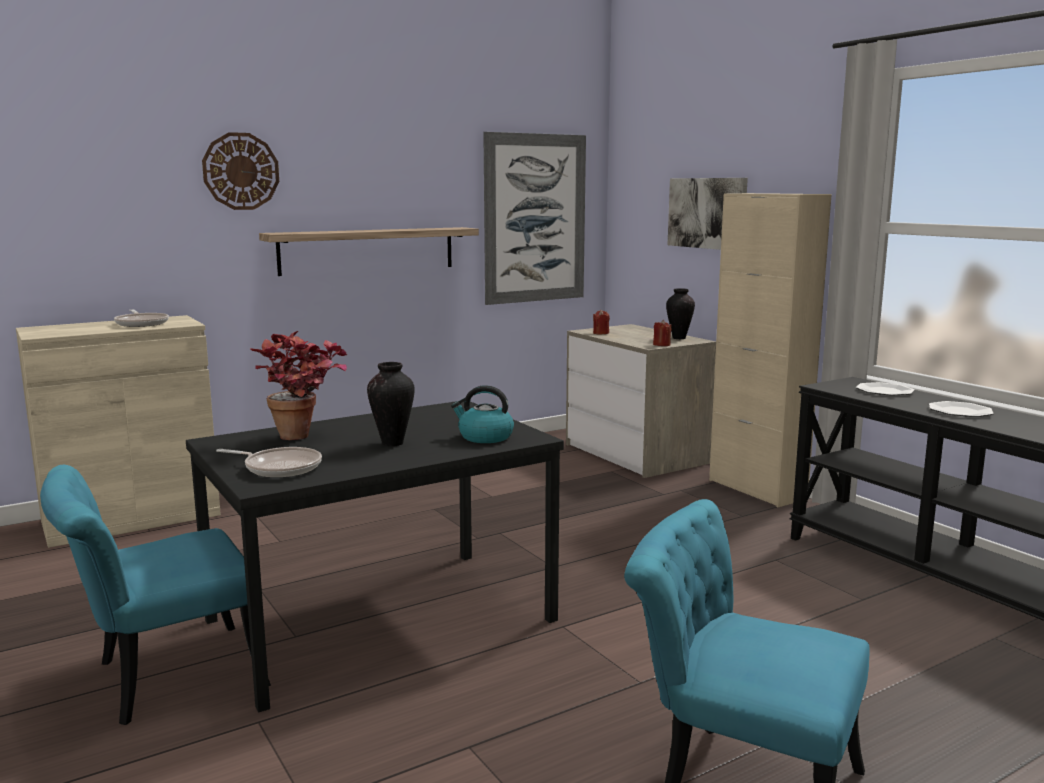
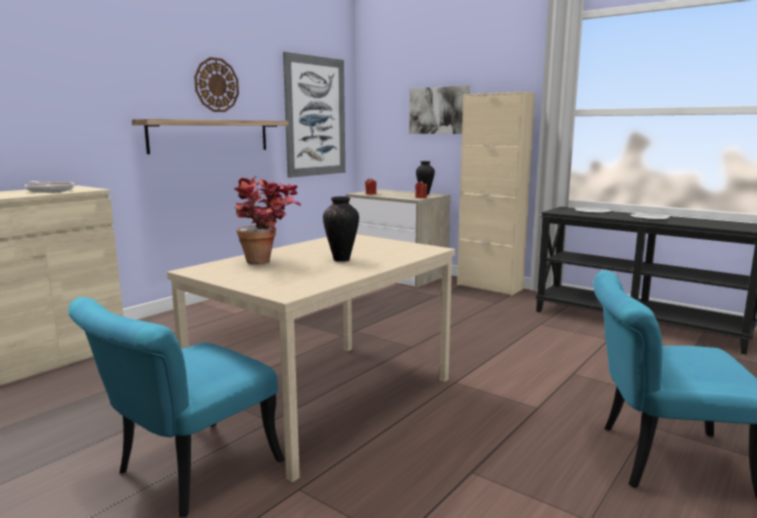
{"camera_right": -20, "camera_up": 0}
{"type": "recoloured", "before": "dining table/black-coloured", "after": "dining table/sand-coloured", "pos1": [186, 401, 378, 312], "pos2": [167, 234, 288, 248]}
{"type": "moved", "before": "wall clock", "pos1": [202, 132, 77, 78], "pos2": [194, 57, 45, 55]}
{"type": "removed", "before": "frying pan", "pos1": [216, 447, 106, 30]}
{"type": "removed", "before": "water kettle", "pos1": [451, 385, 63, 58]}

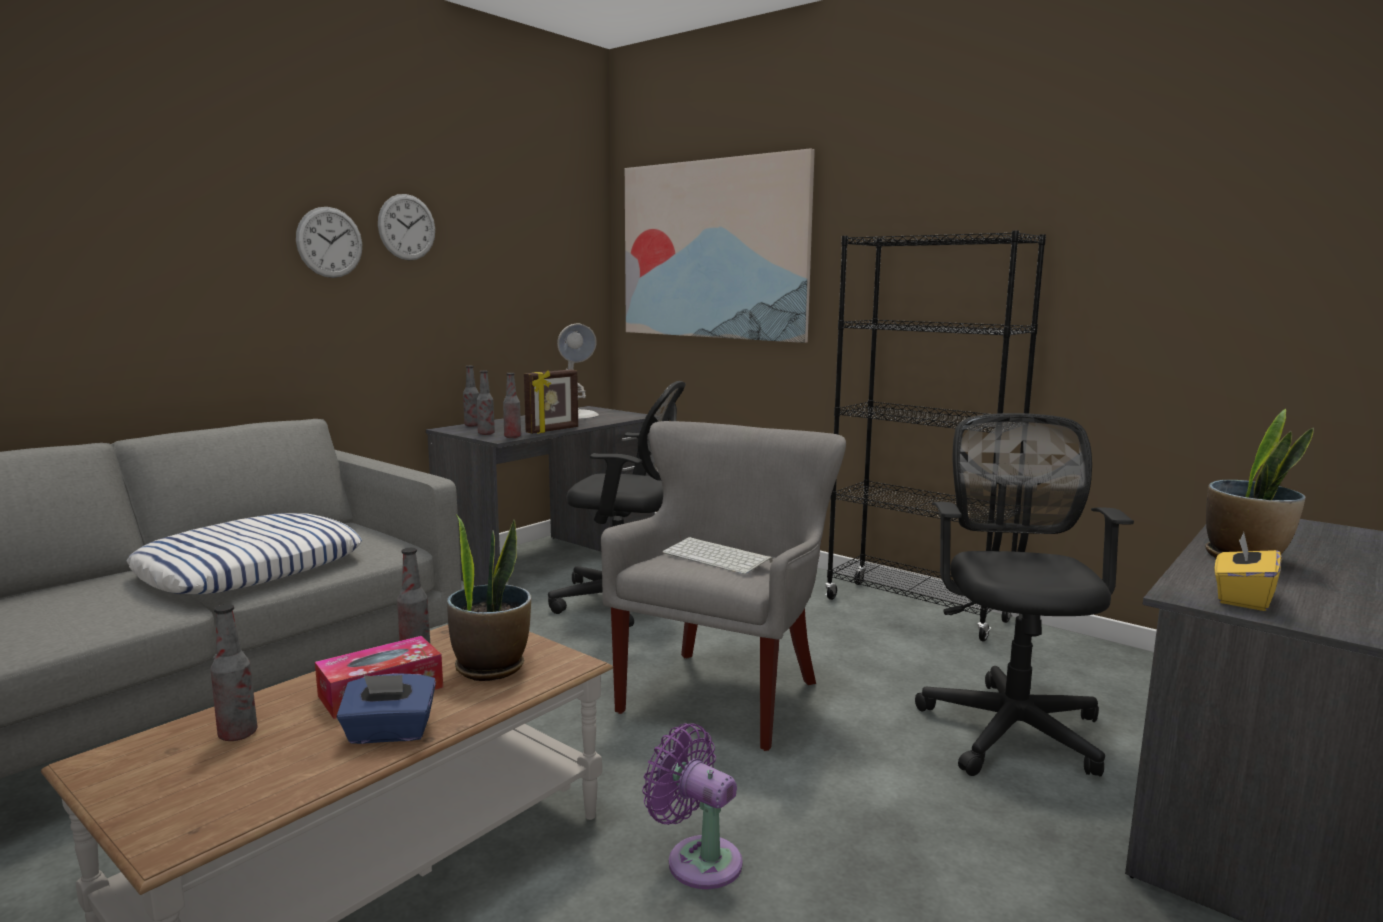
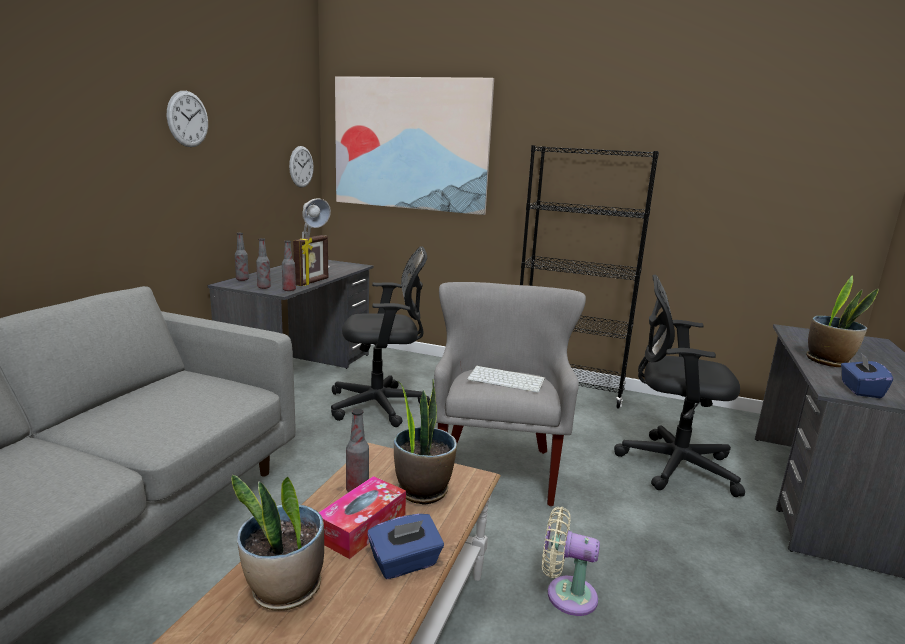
{"camera_right": -20, "camera_up": 5}
{"type": "removed", "before": "cushion", "pos1": [127, 513, 235, 81]}
{"type": "replaced", "before": "bottle", "after": "plant in a pot", "pos1": [210, 604, 47, 137], "pos2": [231, 475, 93, 136]}
{"type": "moved", "before": "wall clock", "pos1": [296, 207, 66, 71], "pos2": [289, 146, 25, 42]}
{"type": "recoloured", "before": "cooling fan/purple", "after": "cooling fan/sand-coloured", "pos1": [642, 723, 101, 166], "pos2": [542, 507, 58, 109]}
{"type": "turned", "before": "desk chair/black-coloured", "pos1": [915, 413, 219, 363], "pos2": [614, 275, 131, 222], "turn": -60}
{"type": "recoloured", "before": "box of tissues/yellow-coloured", "after": "box of tissues/blue", "pos1": [1214, 532, 67, 79], "pos2": [841, 353, 52, 45]}

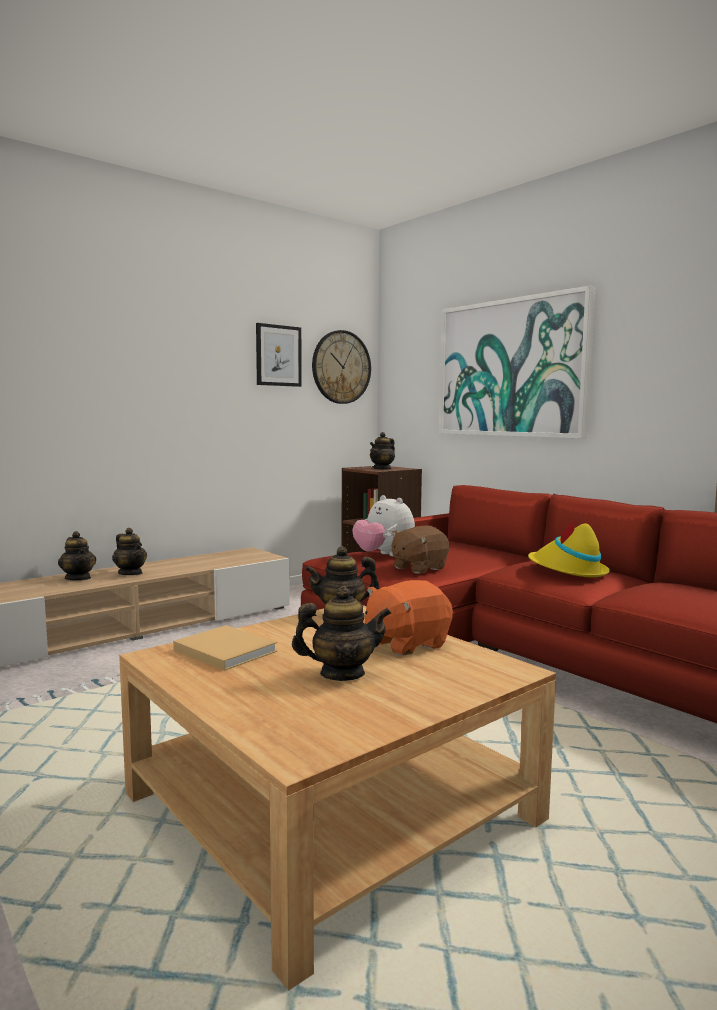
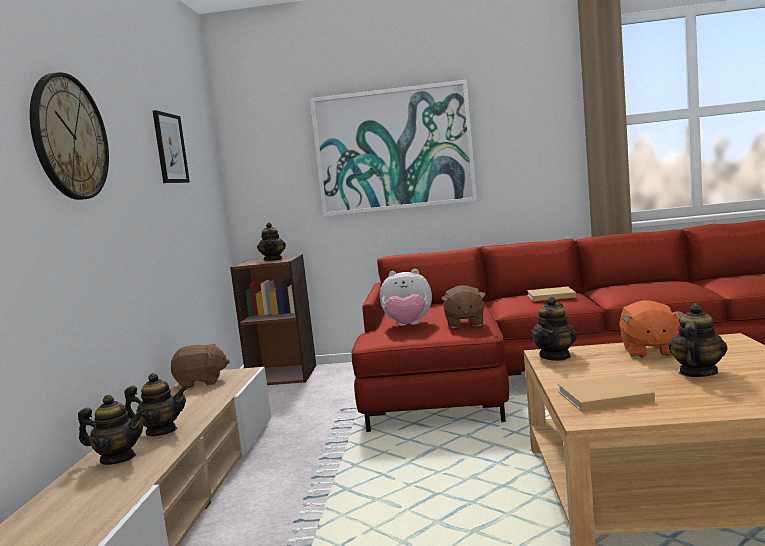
{"camera_right": -45, "camera_up": 0}
{"type": "moved", "before": "wall clock", "pos1": [312, 330, 59, 74], "pos2": [30, 72, 79, 128]}
{"type": "replaced", "before": "hat/yellow-coloured", "after": "bound book/sand-coloured", "pos1": [528, 519, 82, 58], "pos2": [527, 286, 49, 15]}
{"type": "added", "after": "plush toy/brown", "pos2": [171, 344, 59, 44]}

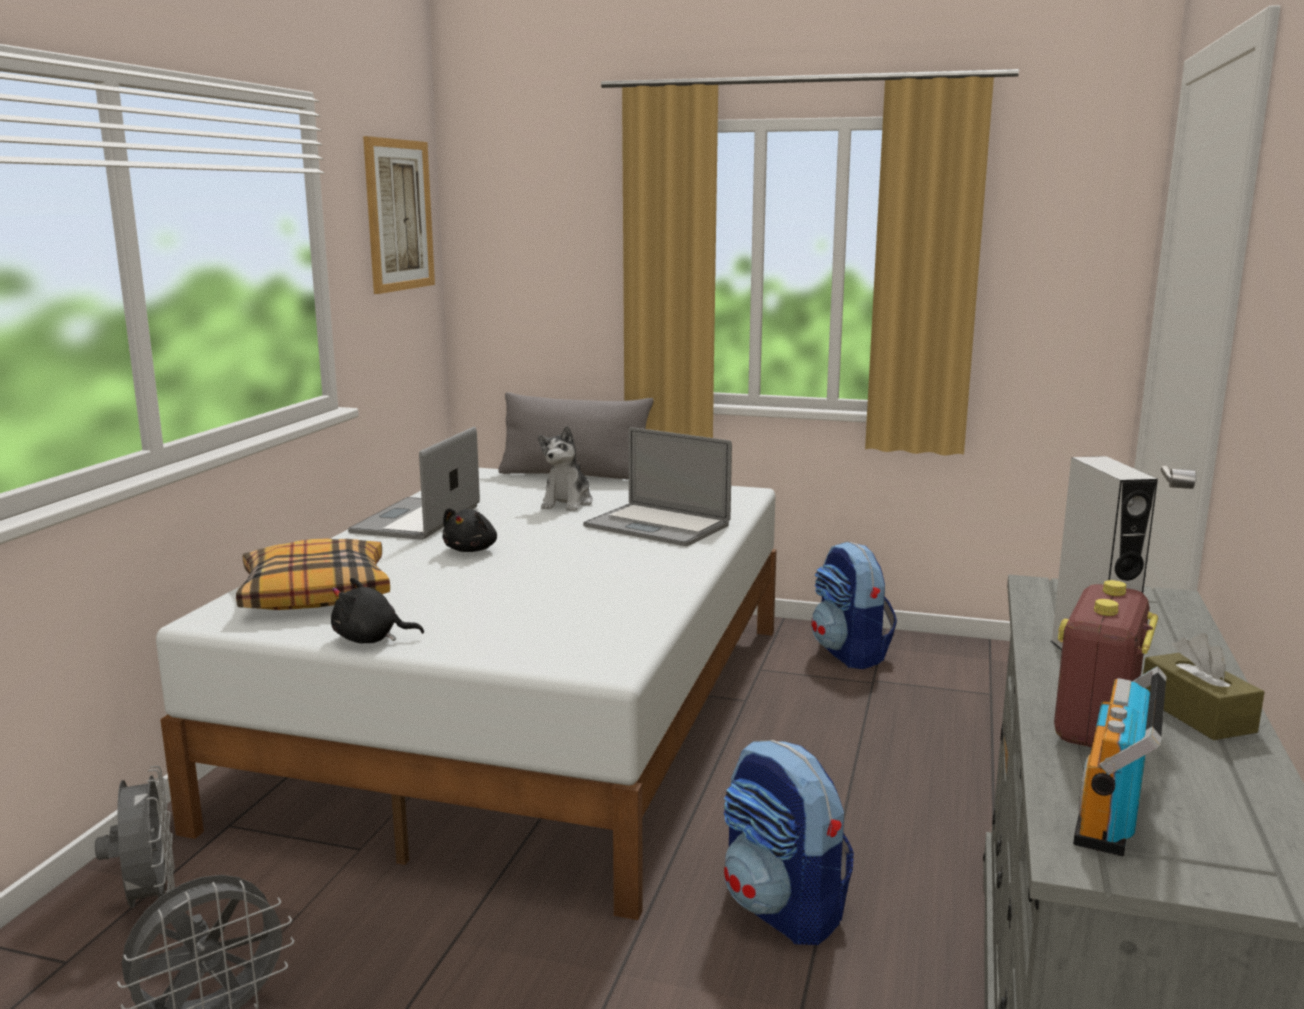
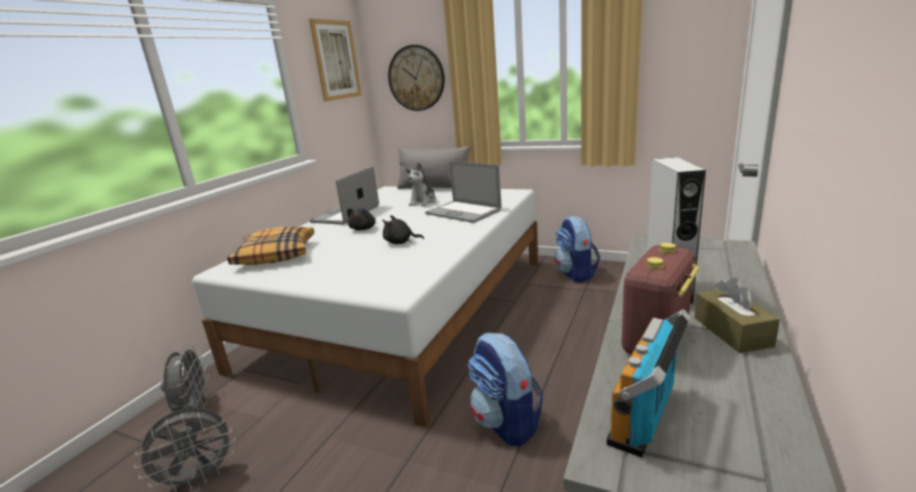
{"camera_right": 10, "camera_up": 5}
{"type": "moved", "before": "plush toy/black-coloured", "pos1": [331, 578, 93, 65], "pos2": [382, 215, 42, 29]}
{"type": "added", "after": "wall clock", "pos2": [388, 45, 57, 66]}

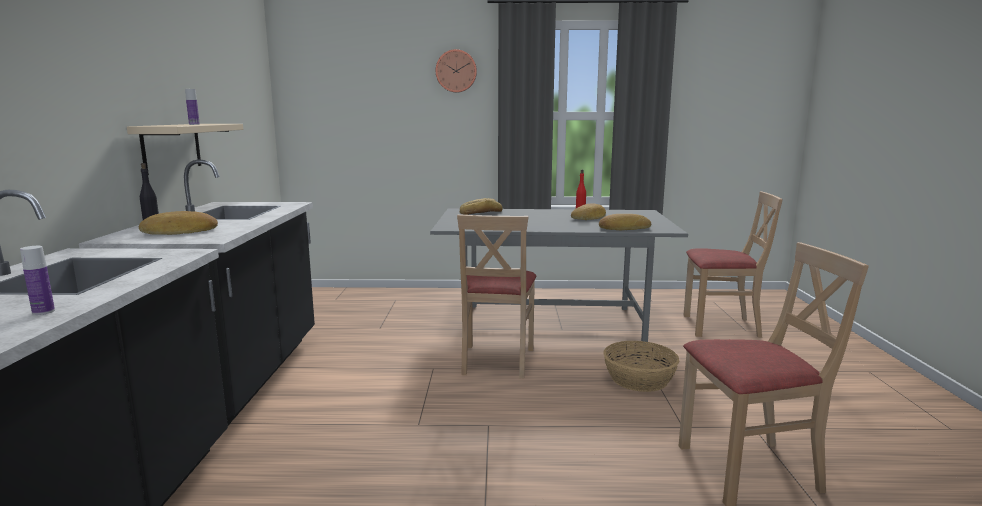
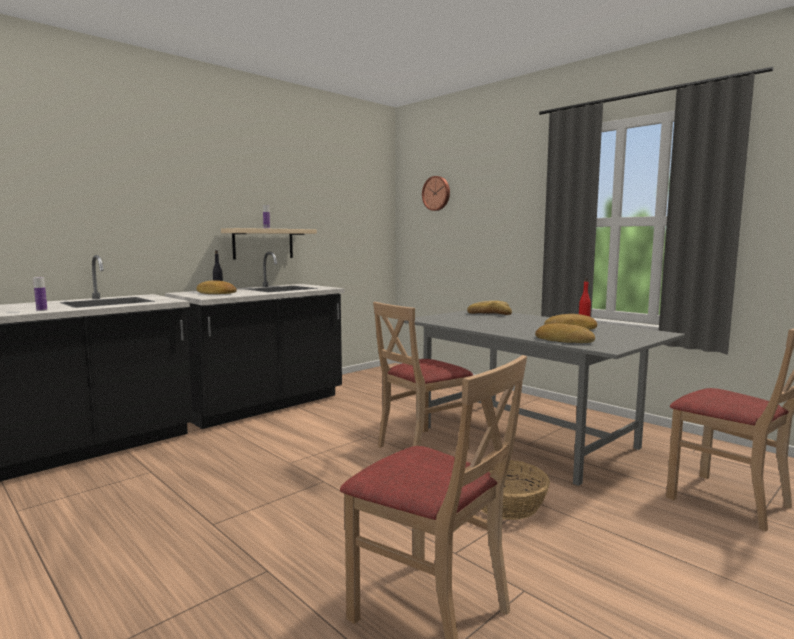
{"camera_right": 45, "camera_up": -5}
{"type": "moved", "before": "wall clock", "pos1": [436, 49, 41, 44], "pos2": [422, 176, 28, 35]}

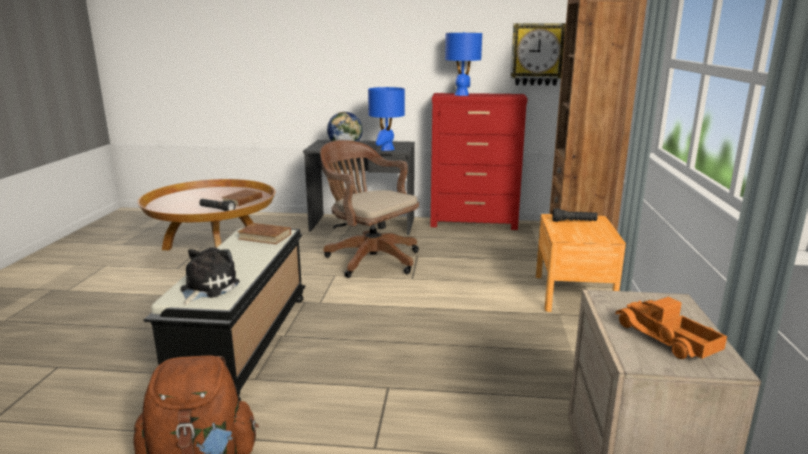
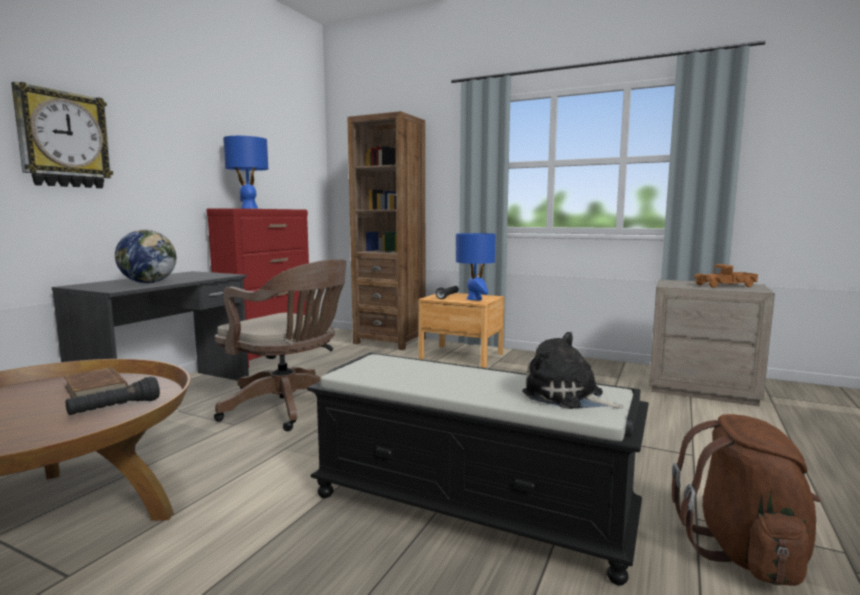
{"camera_right": -70, "camera_up": -10}
{"type": "removed", "before": "bound book/brown", "pos1": [237, 223, 54, 21]}
{"type": "turned", "before": "desk chair/brown", "pos1": [320, 140, 99, 138], "pos2": [214, 259, 132, 172], "turn": -120}
{"type": "moved", "before": "tabletop lamp/blue", "pos1": [368, 87, 37, 64], "pos2": [456, 233, 40, 67]}
{"type": "moved", "before": "wall clock", "pos1": [510, 23, 56, 63], "pos2": [11, 82, 102, 106]}

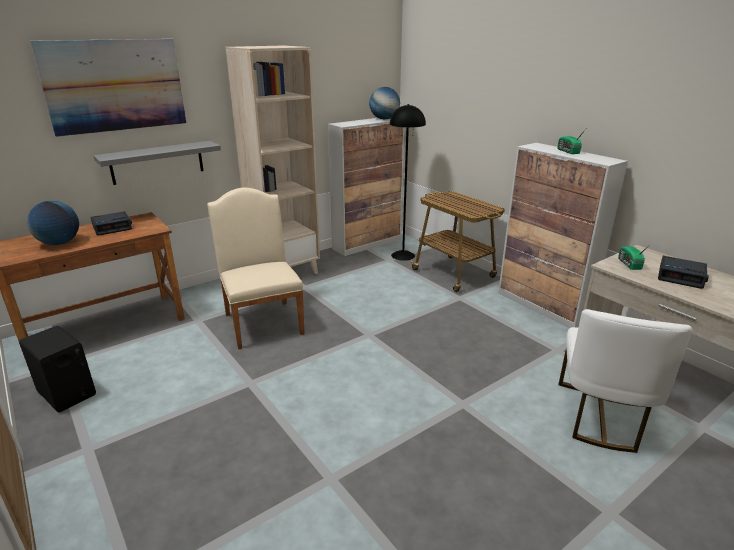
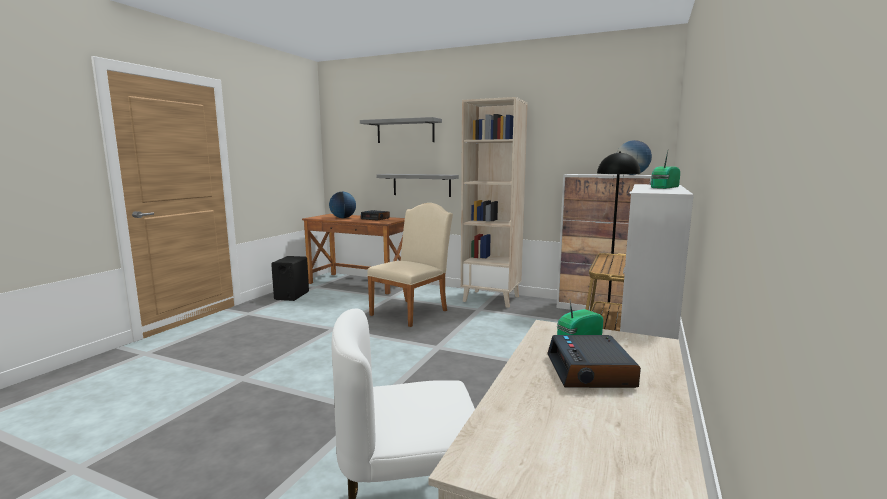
{"camera_right": 60, "camera_up": -15}
{"type": "replaced", "before": "wall art", "after": "bracket shelf/gray", "pos1": [30, 39, 156, 98], "pos2": [360, 117, 82, 26]}

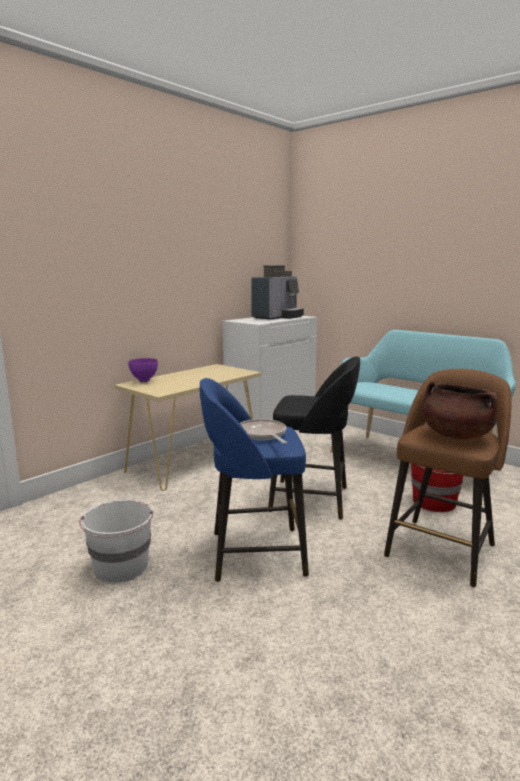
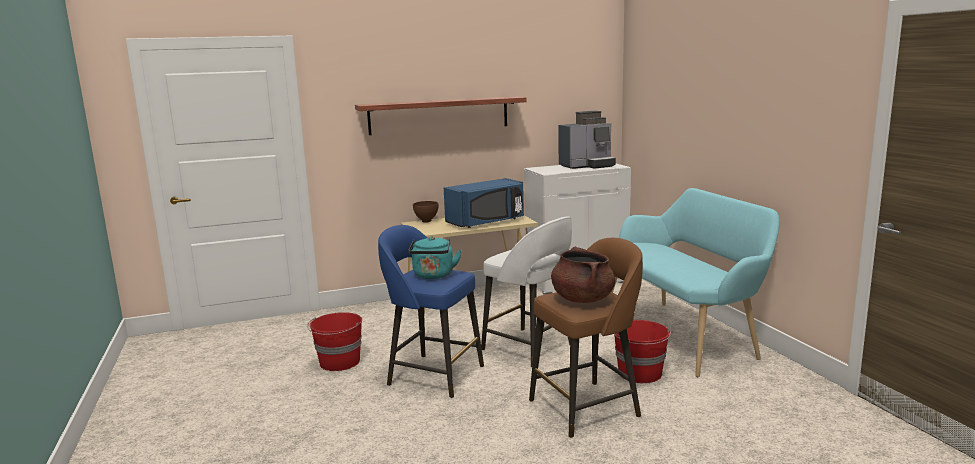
{"camera_right": 30, "camera_up": 0}
{"type": "recoloured", "before": "water bucket/white-coloured", "after": "water bucket/red", "pos1": [79, 500, 74, 83], "pos2": [307, 312, 55, 59]}
{"type": "recoloured", "before": "serving bowl/purple", "after": "serving bowl/brown", "pos1": [128, 358, 30, 24], "pos2": [413, 201, 25, 22]}
{"type": "replaced", "before": "frying pan", "after": "water kettle/turquoise", "pos1": [240, 419, 47, 25], "pos2": [408, 236, 54, 43]}
{"type": "recoloured", "before": "stool/black-coloured", "after": "stool/white-coloured", "pos1": [268, 356, 92, 164], "pos2": [481, 216, 91, 151]}
{"type": "added", "after": "bracket shelf", "pos2": [355, 96, 172, 39]}
{"type": "added", "after": "microwave/blue", "pos2": [444, 178, 80, 50]}

